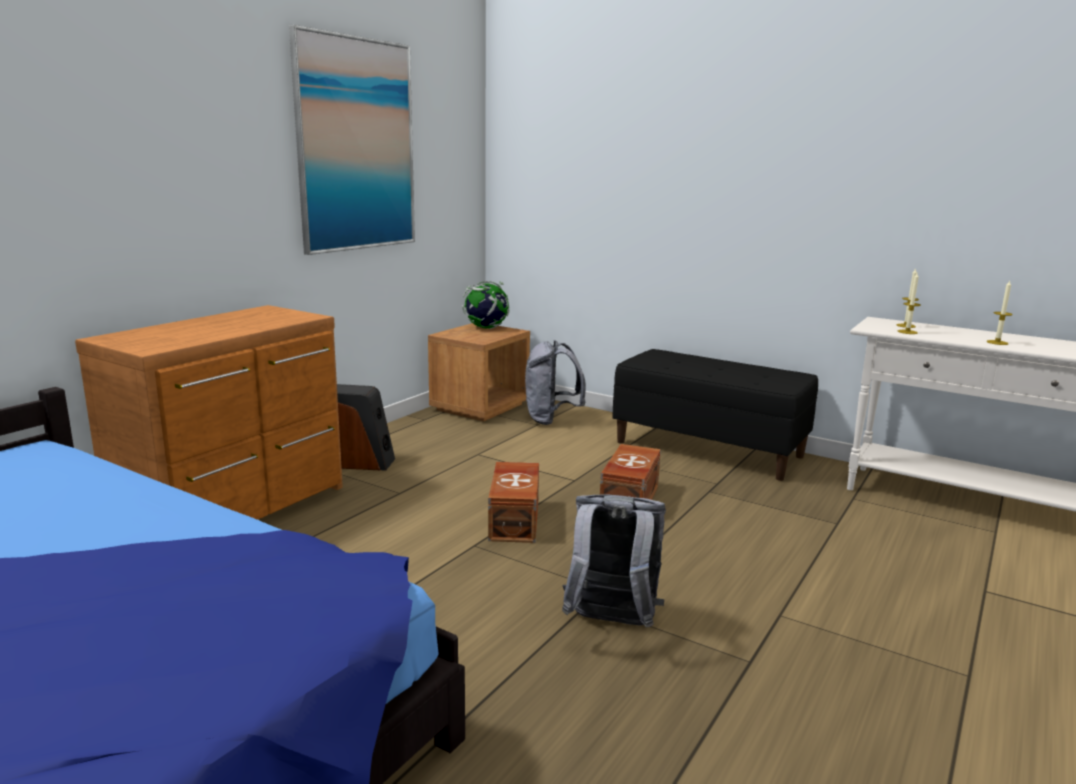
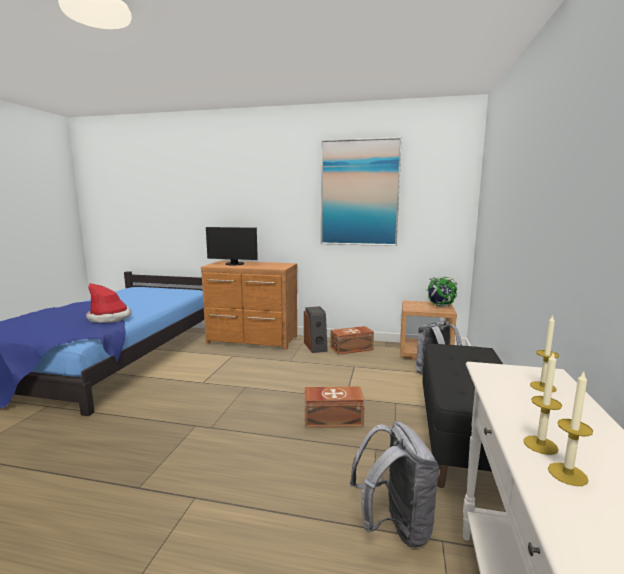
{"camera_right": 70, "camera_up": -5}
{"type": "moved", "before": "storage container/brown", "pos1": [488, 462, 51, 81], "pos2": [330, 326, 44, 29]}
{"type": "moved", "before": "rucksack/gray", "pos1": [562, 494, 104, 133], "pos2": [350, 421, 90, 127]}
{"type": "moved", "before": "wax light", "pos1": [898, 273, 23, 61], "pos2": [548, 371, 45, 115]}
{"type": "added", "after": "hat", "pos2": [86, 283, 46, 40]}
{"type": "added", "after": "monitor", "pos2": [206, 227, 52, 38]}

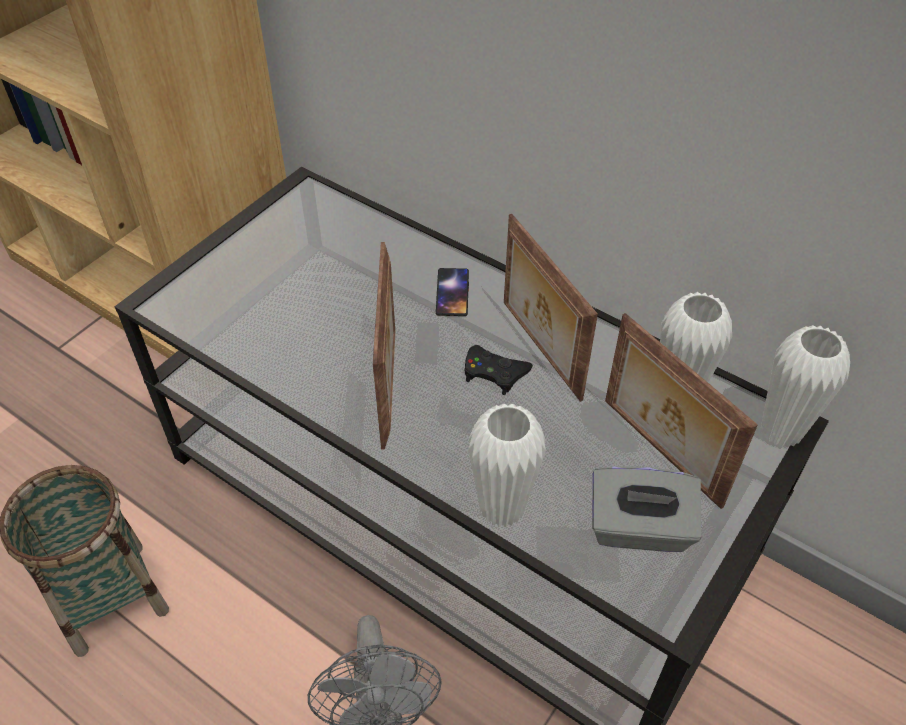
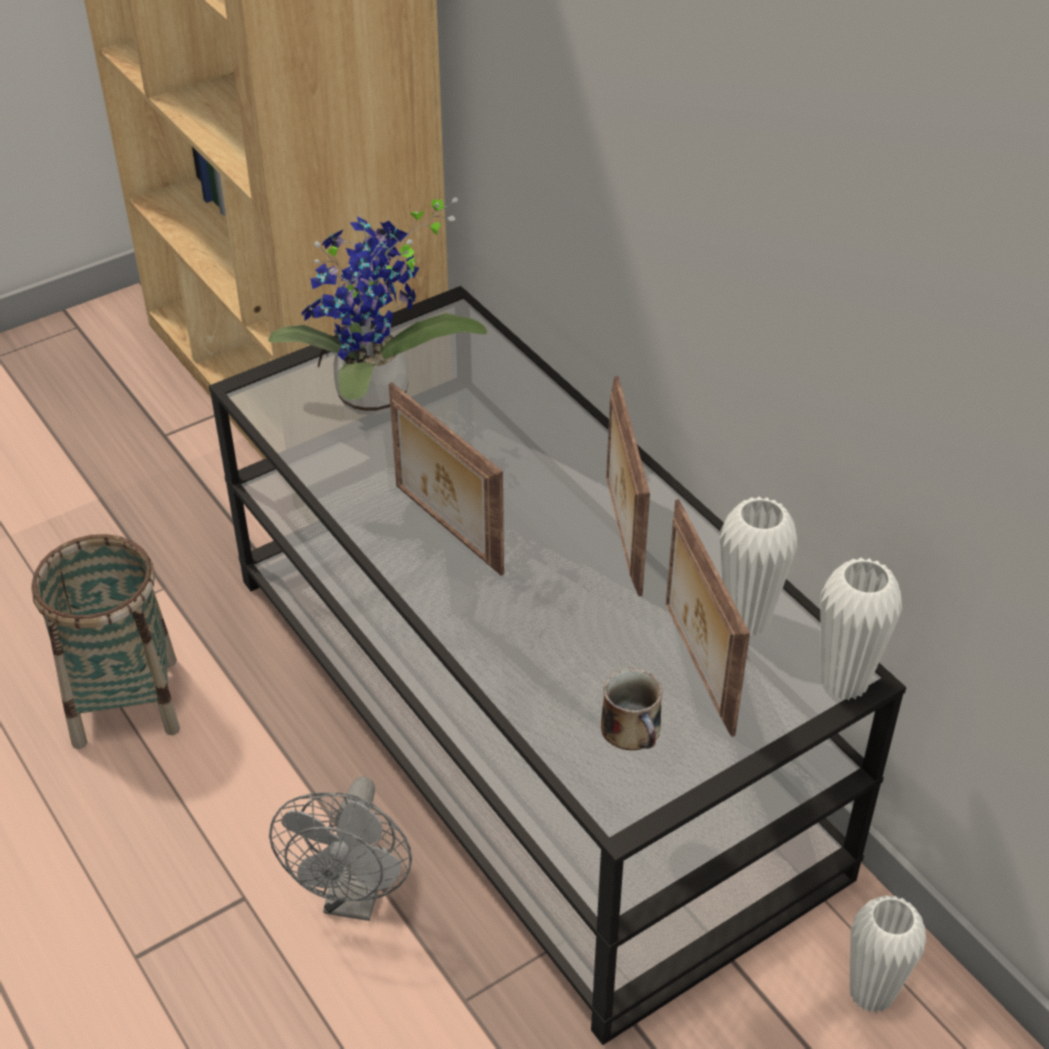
{"camera_right": 20, "camera_up": -5}
{"type": "turned", "before": "picture frame", "pos1": [373, 242, 22, 207], "pos2": [389, 382, 115, 194], "turn": 120}
{"type": "removed", "before": "telephone", "pos1": [436, 268, 33, 48]}
{"type": "removed", "before": "game controller/black-coloured", "pos1": [464, 345, 69, 50]}
{"type": "moved", "before": "flower vase/white-coloured", "pos1": [468, 403, 78, 124], "pos2": [850, 895, 76, 118]}
{"type": "replaced", "before": "box of tissues/gray", "after": "mug", "pos1": [592, 466, 109, 86], "pos2": [601, 668, 62, 82]}
{"type": "added", "after": "plant in a pot", "pos2": [268, 197, 219, 218]}

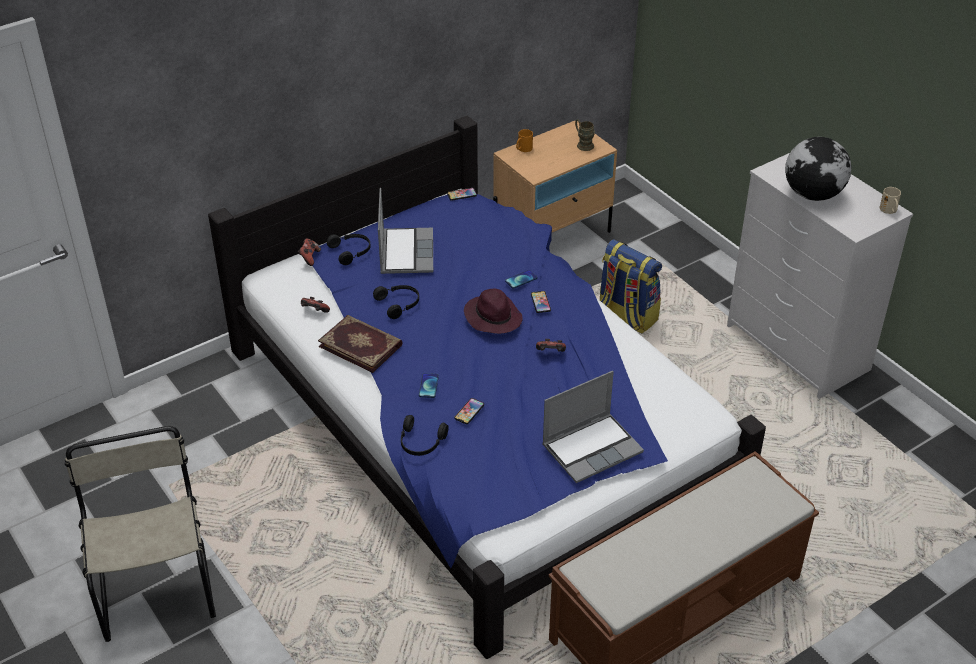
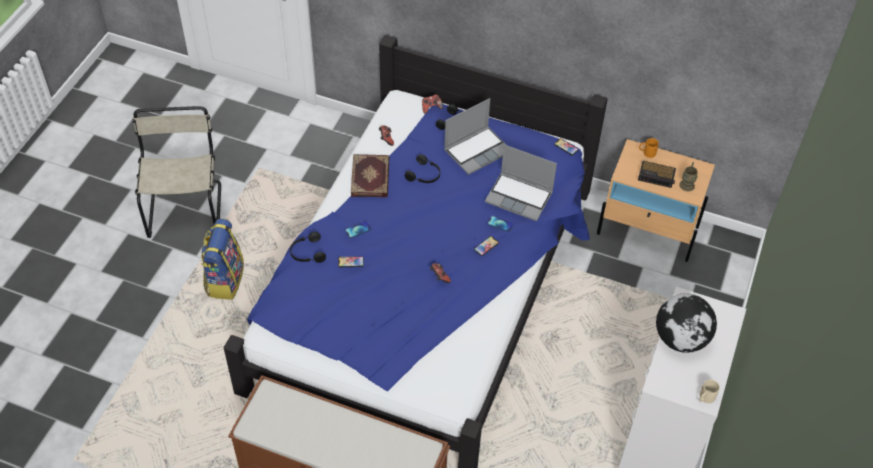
{"camera_right": 55, "camera_up": 10}
{"type": "turned", "before": "upright chair/sand-coloured", "pos1": [65, 426, 151, 216], "pos2": [132, 106, 89, 132], "turn": -45}
{"type": "removed", "before": "hat/purple", "pos1": [464, 289, 59, 45]}
{"type": "moved", "before": "portable computer", "pos1": [542, 371, 102, 112], "pos2": [485, 145, 72, 76]}
{"type": "moved", "before": "rucksack", "pos1": [600, 239, 62, 95], "pos2": [201, 219, 43, 81]}
{"type": "added", "after": "alarm clock", "pos2": [638, 161, 38, 27]}

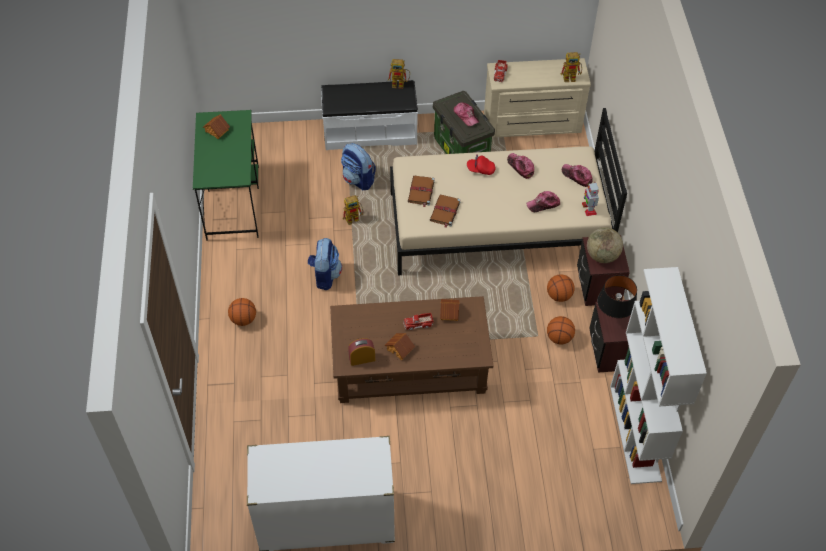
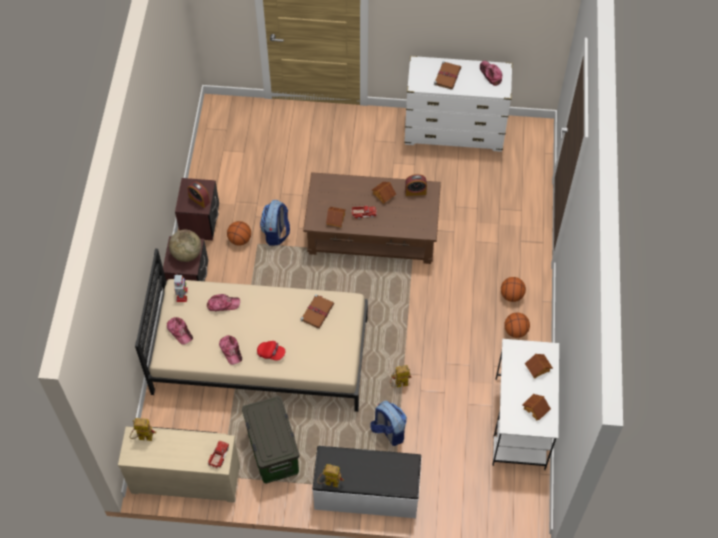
{"camera_right": -170, "camera_up": 5}
{"type": "recoloured", "before": "desk table/green-coloured", "after": "desk table/white-coloured", "pos1": [193, 110, 66, 131], "pos2": [492, 339, 67, 131]}
{"type": "moved", "before": "rucksack", "pos1": [308, 238, 34, 52], "pos2": [260, 200, 30, 46]}
{"type": "moved", "before": "bound book/brown", "pos1": [408, 176, 27, 31], "pos2": [434, 61, 27, 29]}
{"type": "moved", "before": "peaked cap", "pos1": [454, 102, 25, 24], "pos2": [480, 61, 22, 25]}
{"type": "moved", "before": "basketball", "pos1": [547, 274, 28, 28], "pos2": [504, 313, 26, 25]}
{"type": "replaced", "before": "tabletop lamp/black-coloured", "after": "alarm clock", "pos1": [597, 275, 40, 43], "pos2": [188, 181, 22, 27]}
{"type": "removed", "before": "shelving unit/white-coloured", "pos1": [610, 267, 97, 217]}
{"type": "added", "after": "model house", "pos2": [525, 354, 28, 25]}

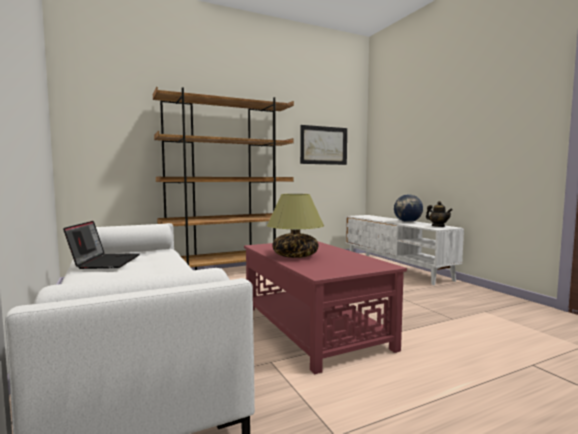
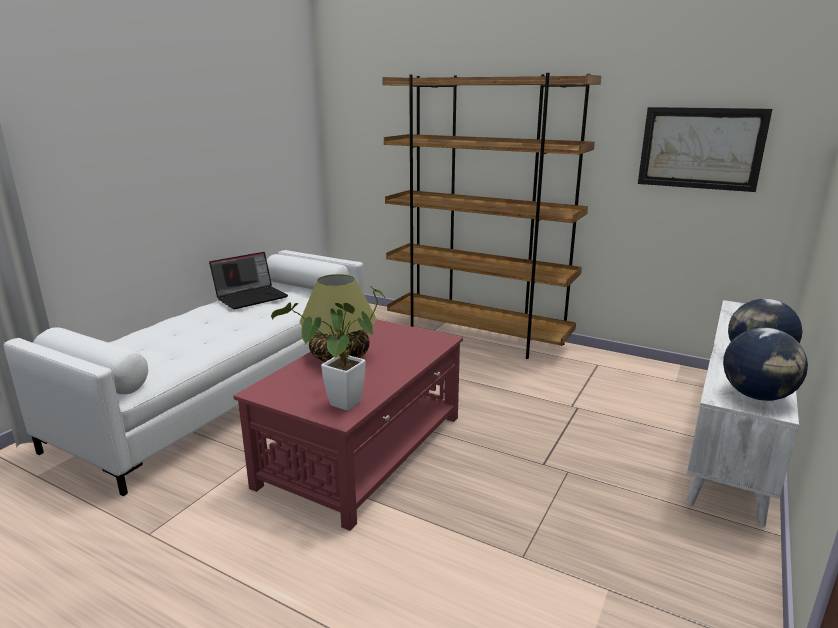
{"camera_right": 55, "camera_up": 15}
{"type": "replaced", "before": "pot for tea", "after": "globe", "pos1": [426, 201, 26, 26], "pos2": [723, 327, 85, 74]}
{"type": "added", "after": "plant in a pot", "pos2": [271, 286, 114, 125]}

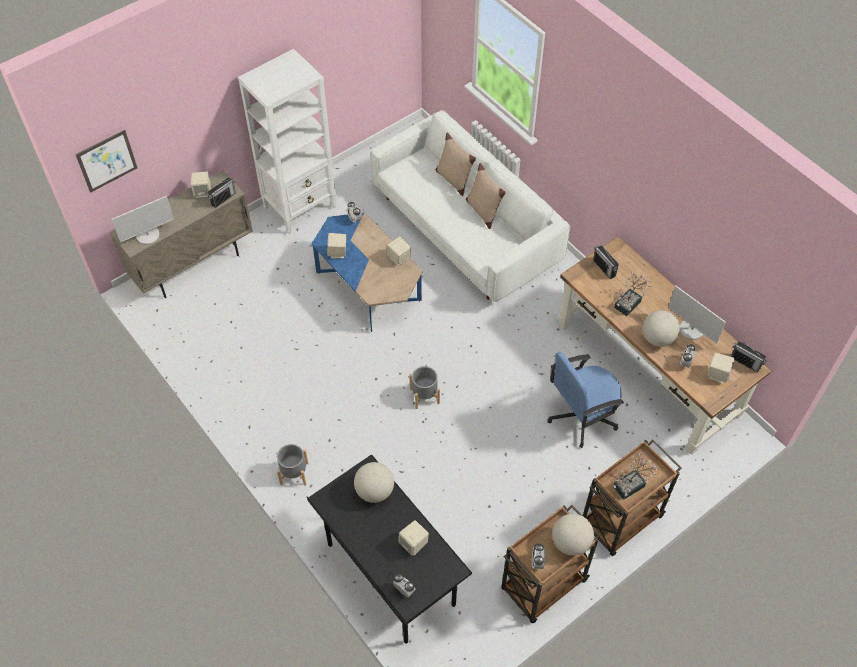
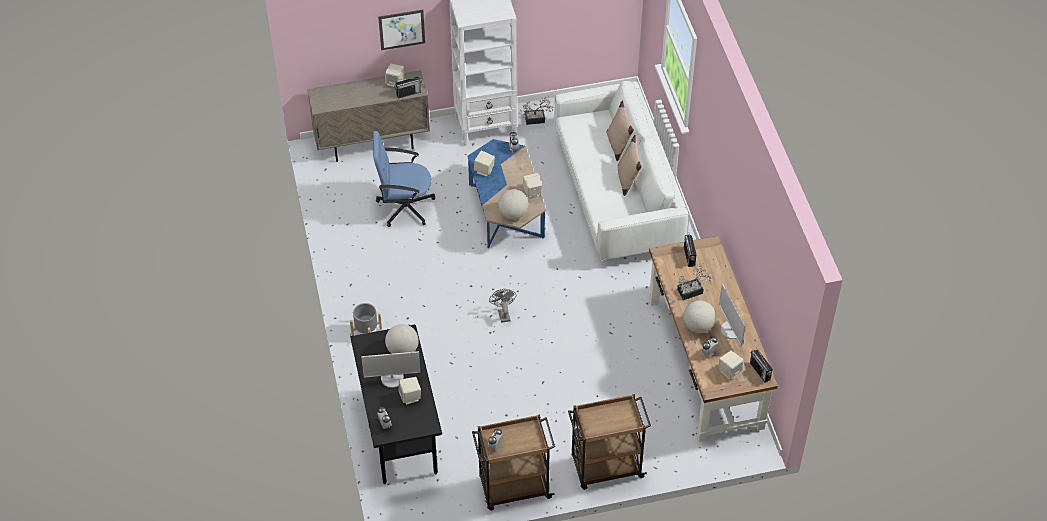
{"camera_right": 25, "camera_up": -5}
{"type": "moved", "before": "wall art", "pos1": [75, 130, 62, 63], "pos2": [378, 10, 47, 40]}
{"type": "moved", "before": "monitor", "pos1": [112, 196, 62, 48], "pos2": [361, 351, 60, 37]}
{"type": "replaced", "before": "planter/gray", "after": "cooling fan/gray", "pos1": [409, 366, 31, 43], "pos2": [489, 289, 27, 34]}
{"type": "moved", "before": "desk chair/blue", "pos1": [547, 352, 77, 96], "pos2": [373, 131, 62, 96]}
{"type": "moved", "before": "globe", "pos1": [552, 514, 42, 42], "pos2": [498, 189, 31, 31]}
{"type": "moved", "before": "plant in a pot", "pos1": [613, 452, 45, 48], "pos2": [520, 95, 33, 30]}

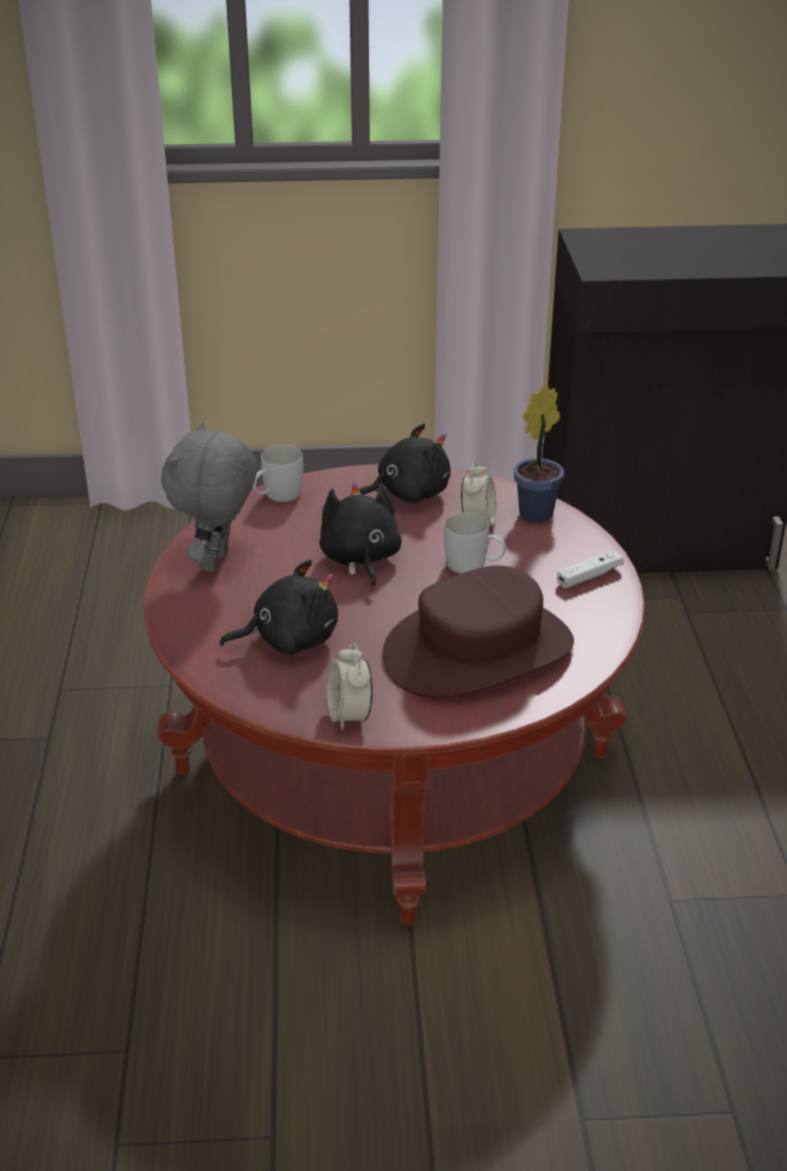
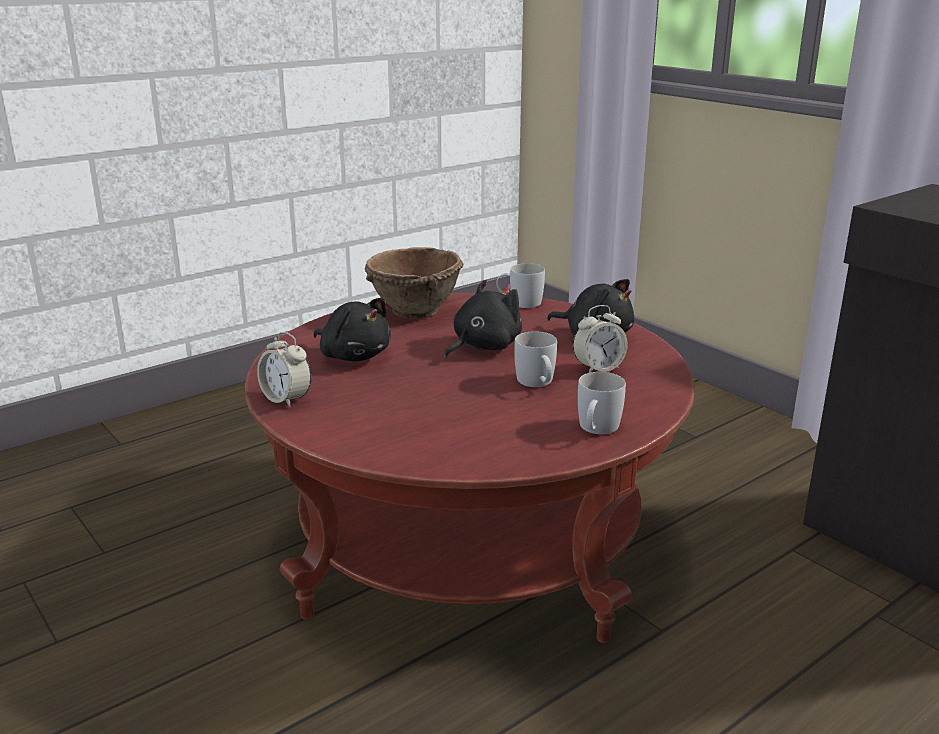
{"camera_right": 55, "camera_up": -10}
{"type": "replaced", "before": "plush toy/gray", "after": "serving bowl/brown", "pos1": [161, 422, 96, 150], "pos2": [365, 247, 99, 72]}
{"type": "turned", "before": "alarm clock", "pos1": [326, 643, 47, 88], "pos2": [257, 332, 54, 75], "turn": -90}
{"type": "removed", "before": "hat/brown", "pos1": [383, 566, 191, 132]}
{"type": "removed", "before": "plant in a pot", "pos1": [514, 384, 50, 138]}
{"type": "replaced", "before": "game controller/white-coloured", "after": "mug/white-coloured", "pos1": [557, 550, 67, 38], "pos2": [578, 372, 48, 62]}

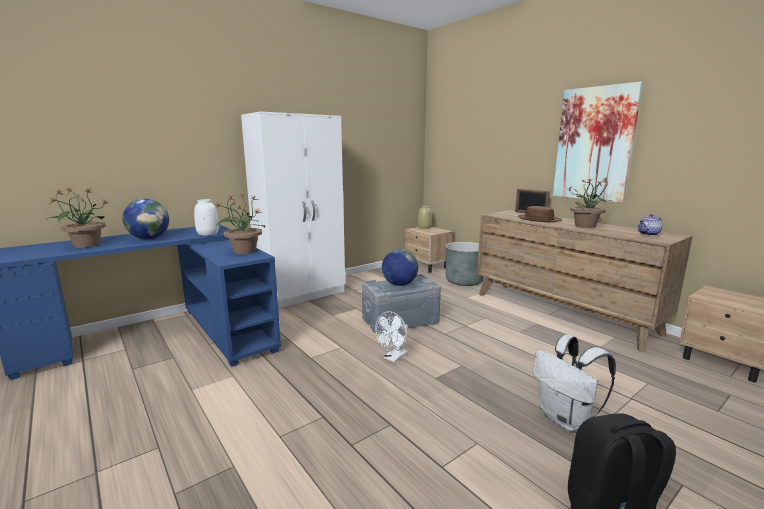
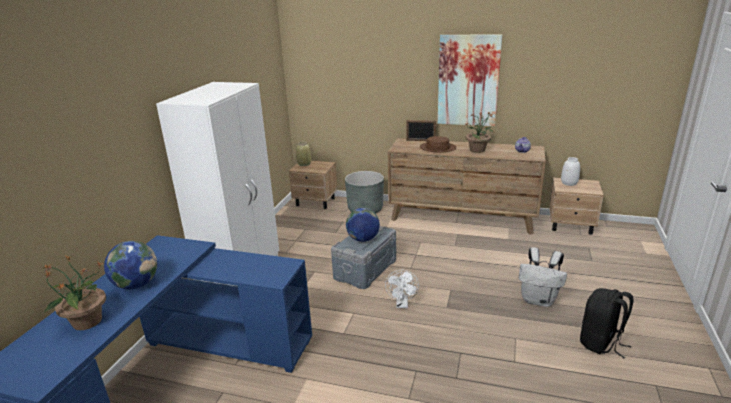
{"camera_right": -35, "camera_up": 10}
{"type": "moved", "before": "flower vase/white-coloured", "pos1": [194, 199, 25, 37], "pos2": [561, 157, 19, 29]}
{"type": "removed", "before": "plant in a pot", "pos1": [216, 194, 49, 60]}

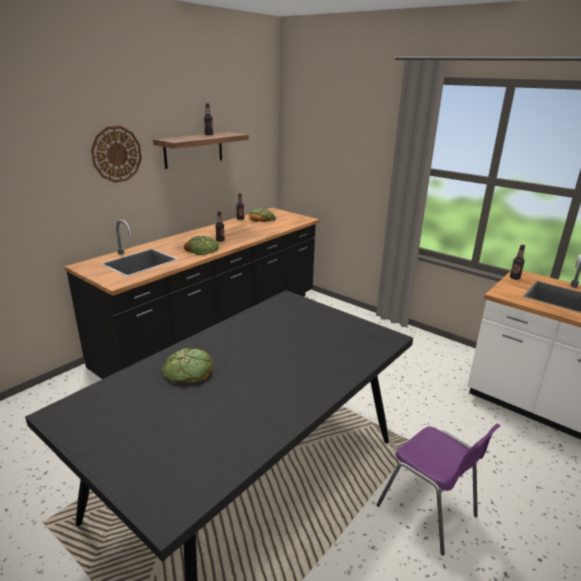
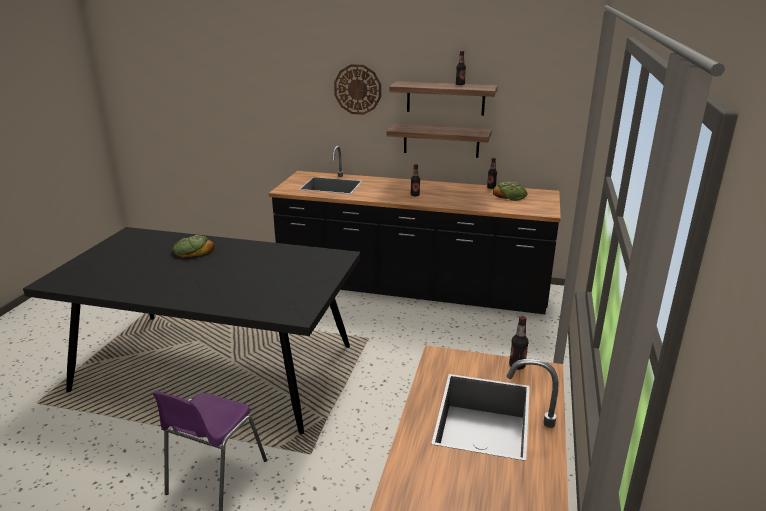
{"camera_right": 65, "camera_up": 0}
{"type": "removed", "before": "bakery bread", "pos1": [184, 236, 35, 19]}
{"type": "added", "after": "bracket shelf", "pos2": [386, 124, 106, 34]}

